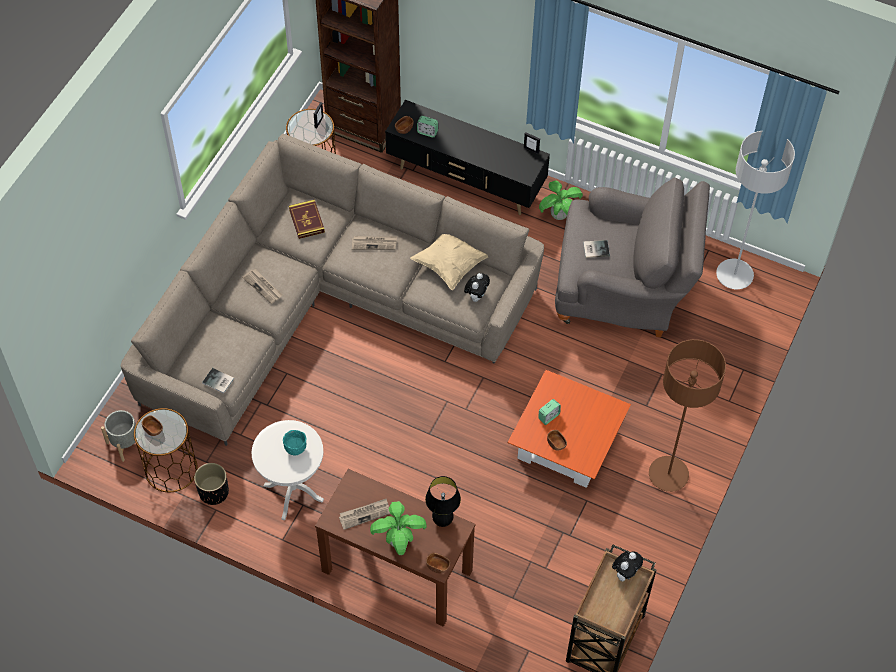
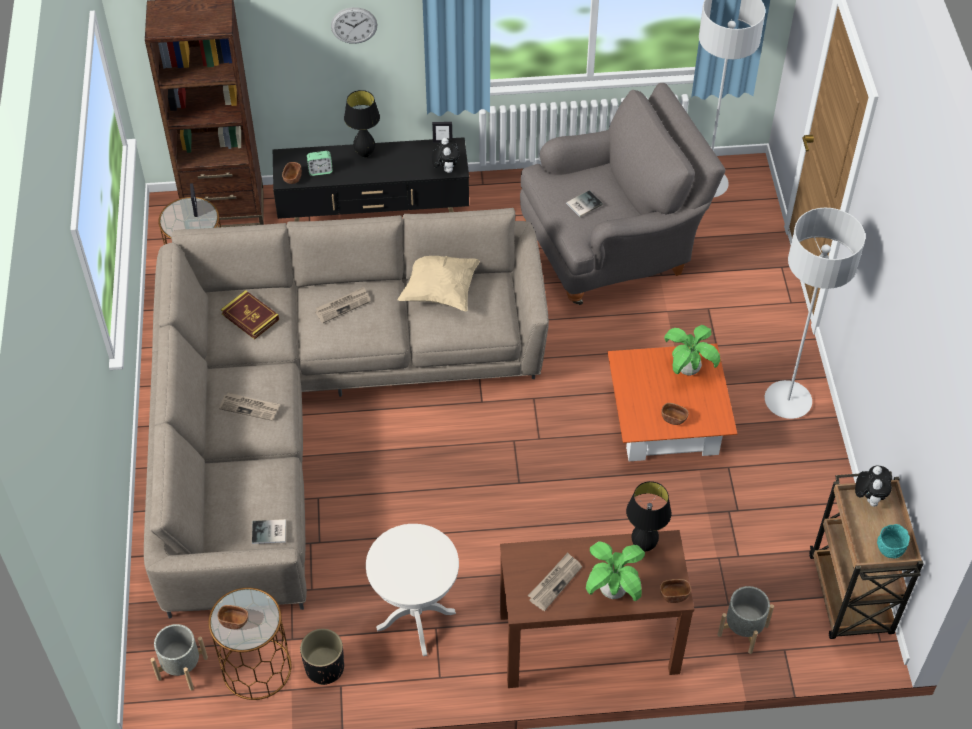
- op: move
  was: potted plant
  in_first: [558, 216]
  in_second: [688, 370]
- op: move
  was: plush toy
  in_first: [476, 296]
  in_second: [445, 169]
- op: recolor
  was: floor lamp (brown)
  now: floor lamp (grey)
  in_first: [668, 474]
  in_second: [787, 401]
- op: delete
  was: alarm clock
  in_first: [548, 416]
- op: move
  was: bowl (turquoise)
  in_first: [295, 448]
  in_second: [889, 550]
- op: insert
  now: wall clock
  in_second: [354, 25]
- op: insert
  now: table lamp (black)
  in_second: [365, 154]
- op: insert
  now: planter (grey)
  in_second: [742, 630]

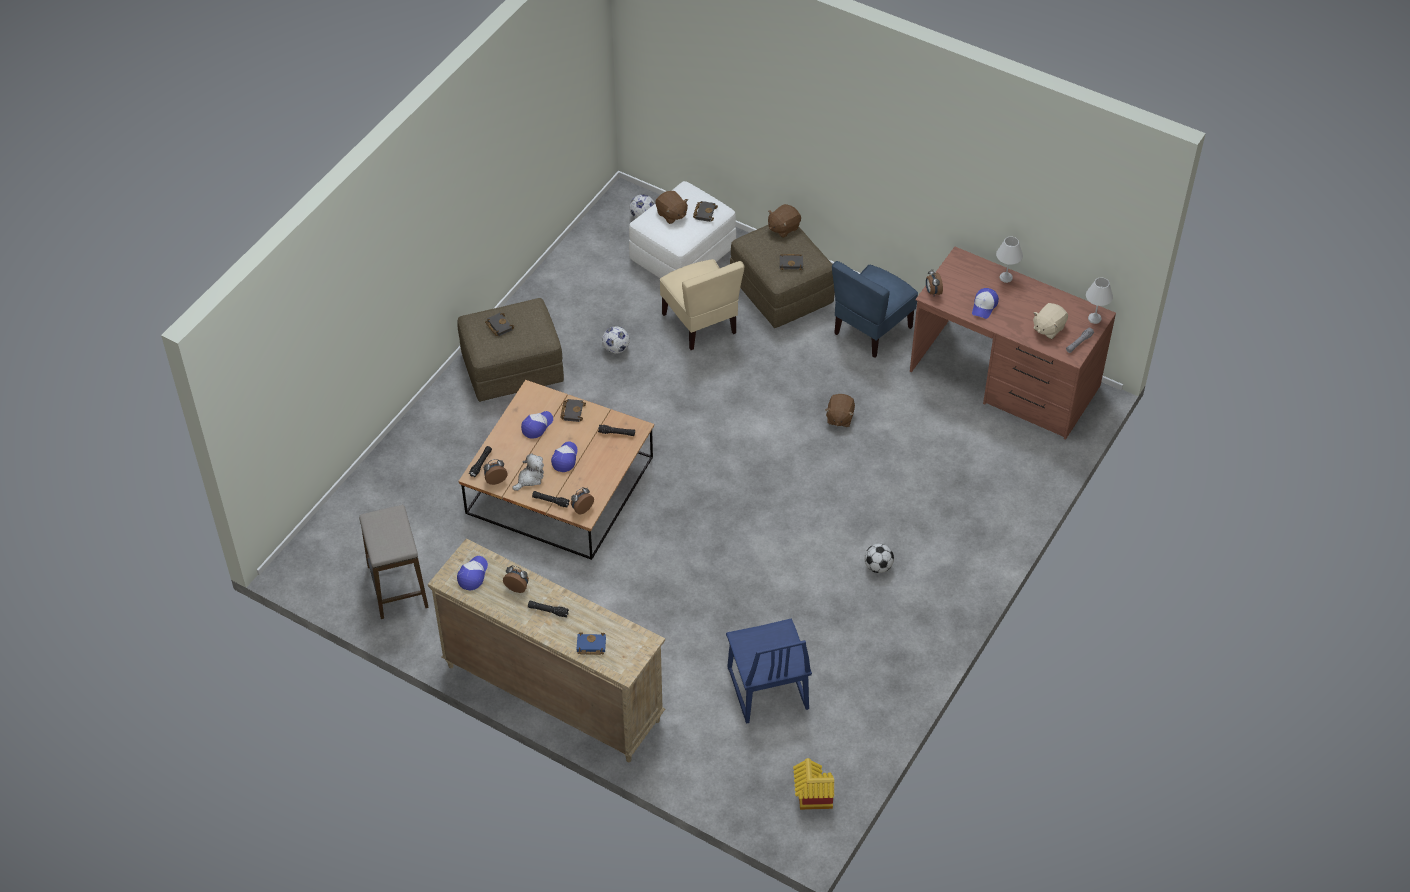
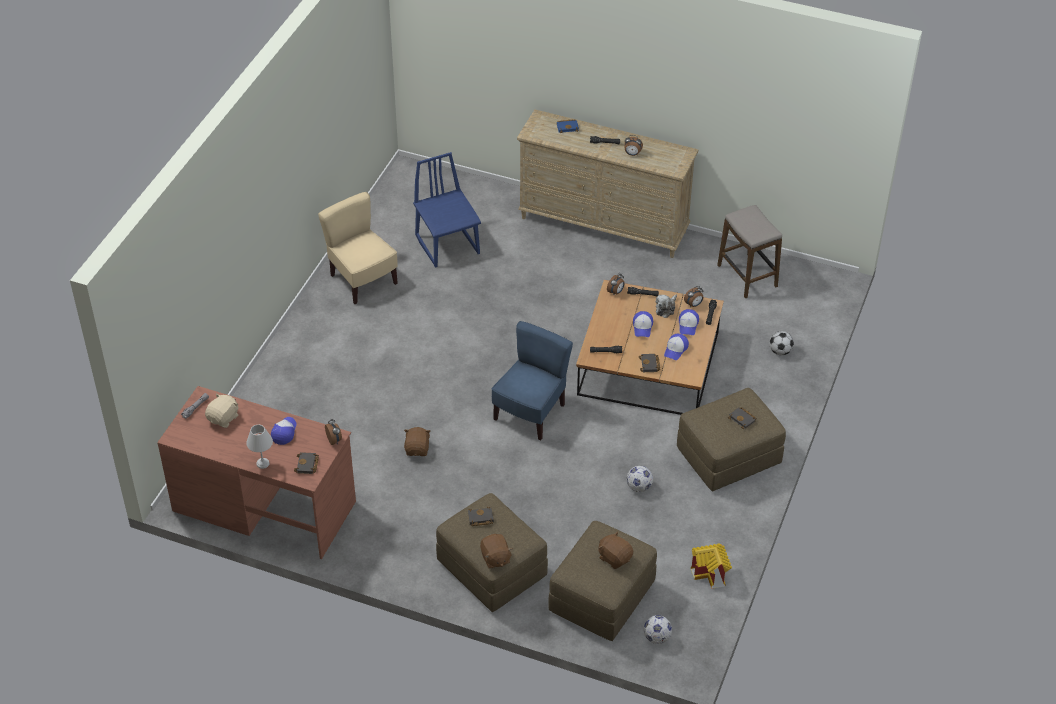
- op: recolor
  was: ottoman (white)
  now: ottoman (brown)
  in_first: [683, 254]
  in_second: [601, 597]
- op: move
  was: book (black)
  in_first: [704, 212]
  in_second: [307, 465]
- op: rotate
  was: plush toy (brown)
  in_first: [783, 228]
  in_second: [495, 558]
  clockwise: 120
- op: move
  was: chair (beige)
  in_first: [700, 323]
  in_second: [362, 280]
- op: move
  was: chair (blue)
  in_first: [871, 330]
  in_second: [530, 413]
- op: delete
  was: table lamp (white)
  in_first: [1095, 319]
- op: move
  was: football
  in_first: [878, 566]
  in_second: [780, 351]
- op: move
  was: cap
  in_first: [473, 574]
  in_second: [688, 325]
- op: move
  was: toy house
  in_first: [810, 797]
  in_second: [711, 574]

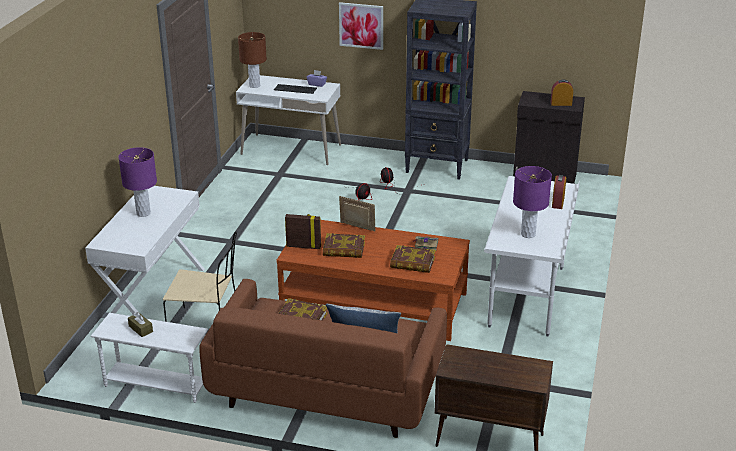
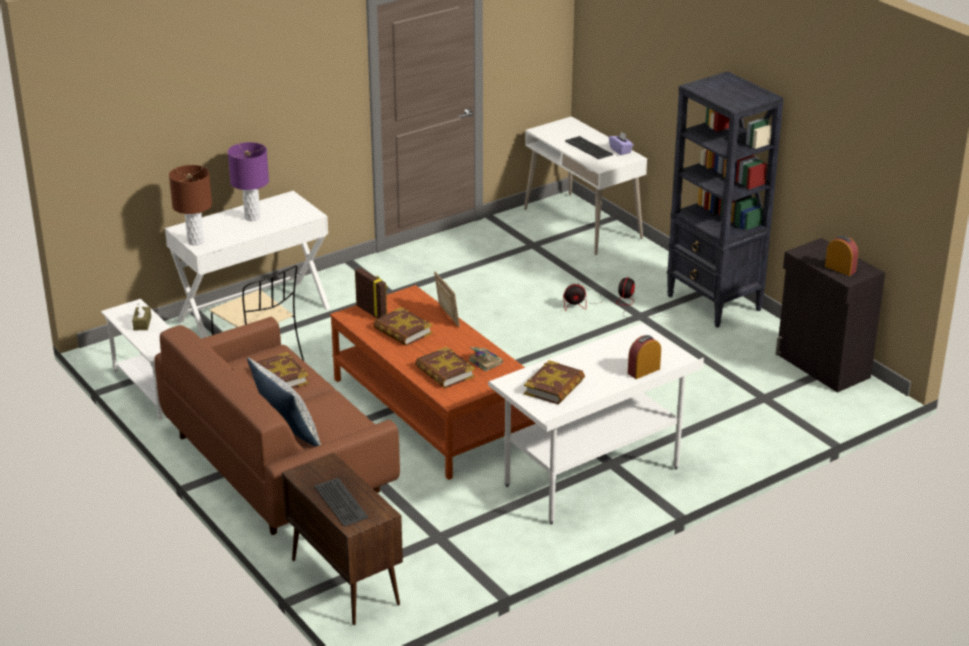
- op: delete
  was: picture
  in_first: [361, 25]
- op: move
  was: table lamp (brown)
  in_first: [255, 85]
  in_second: [196, 241]
- op: replace
  was: table lamp (purple)
  now: book
  in_first: [528, 234]
  in_second: [554, 387]
- op: insert
  now: keyboard
  in_second: [340, 503]

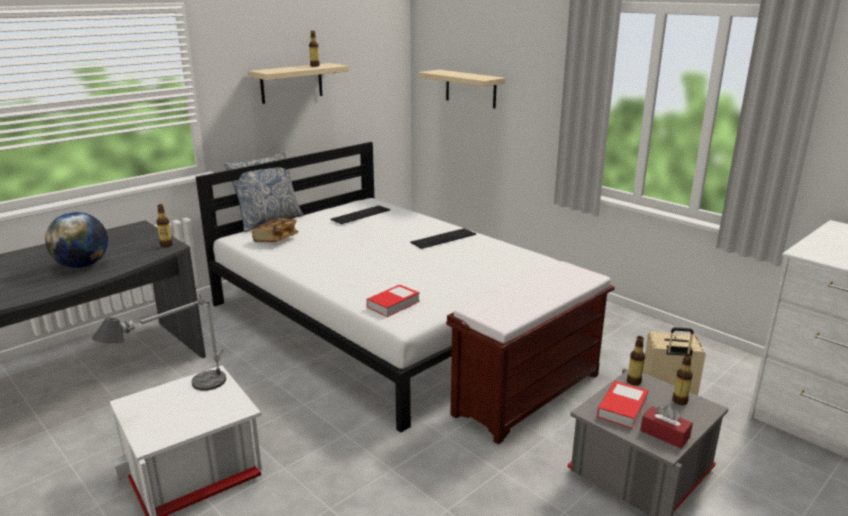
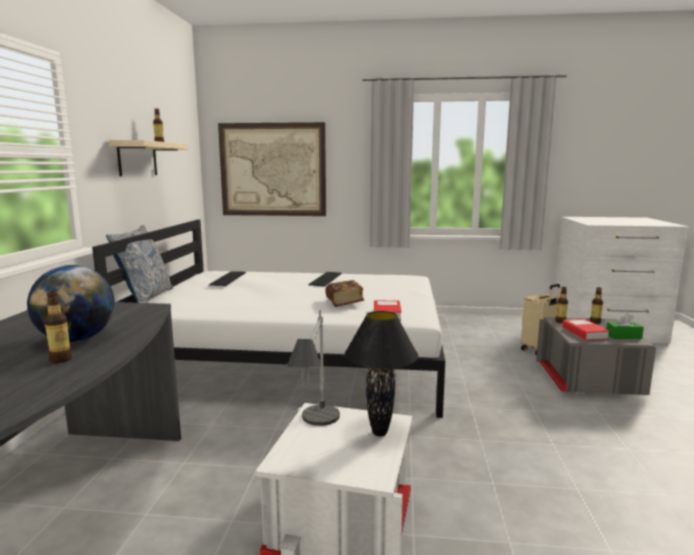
- op: replace
  was: shelf
  now: picture
  in_first: [470, 88]
  in_second: [273, 170]
- op: move
  was: bottle
  in_first: [166, 245]
  in_second: [61, 359]
- op: move
  was: book
  in_first: [276, 239]
  in_second: [344, 302]
- op: delete
  was: bench (brown)
  in_first: [528, 393]
- op: recolor
  was: tissue box (red)
  now: tissue box (green)
  in_first: [664, 434]
  in_second: [623, 336]
- op: insert
  now: table lamp (black)
  in_second: [380, 432]

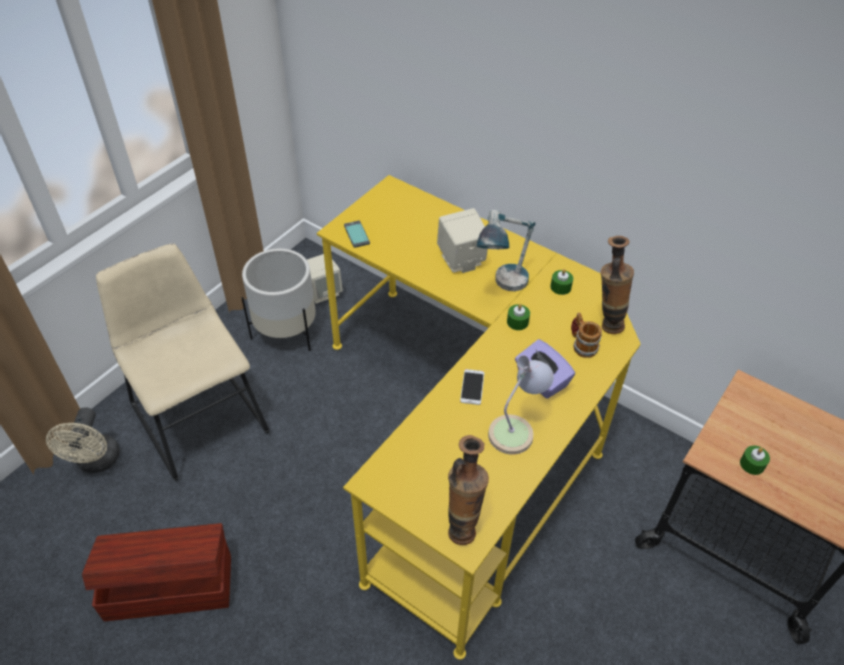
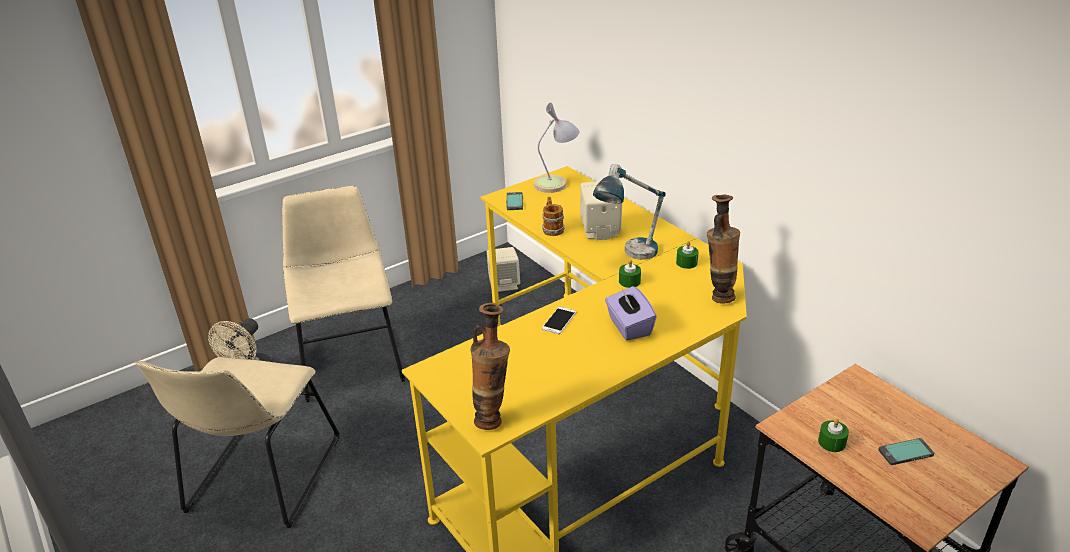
- op: delete
  was: planter (white)
  in_first: [286, 331]
- op: move
  was: mug
  in_first: [582, 345]
  in_second: [552, 228]
- op: move
  was: table lamp
  in_first: [517, 429]
  in_second: [556, 183]
- op: replace
  was: storage box (brown)
  now: chair (beige)
  in_first: [168, 585]
  in_second: [261, 479]
- op: insert
  now: phone
  in_second: [906, 453]

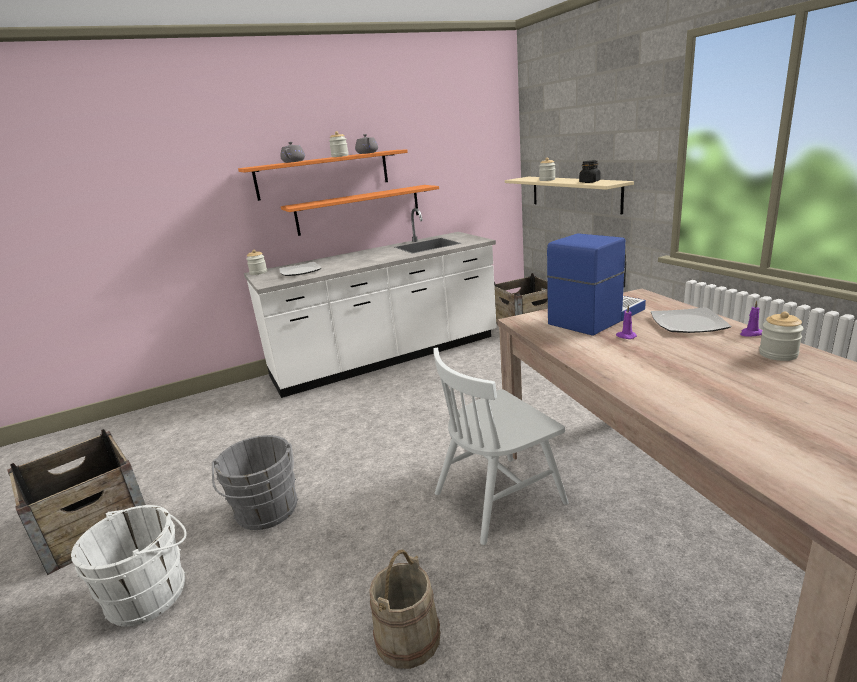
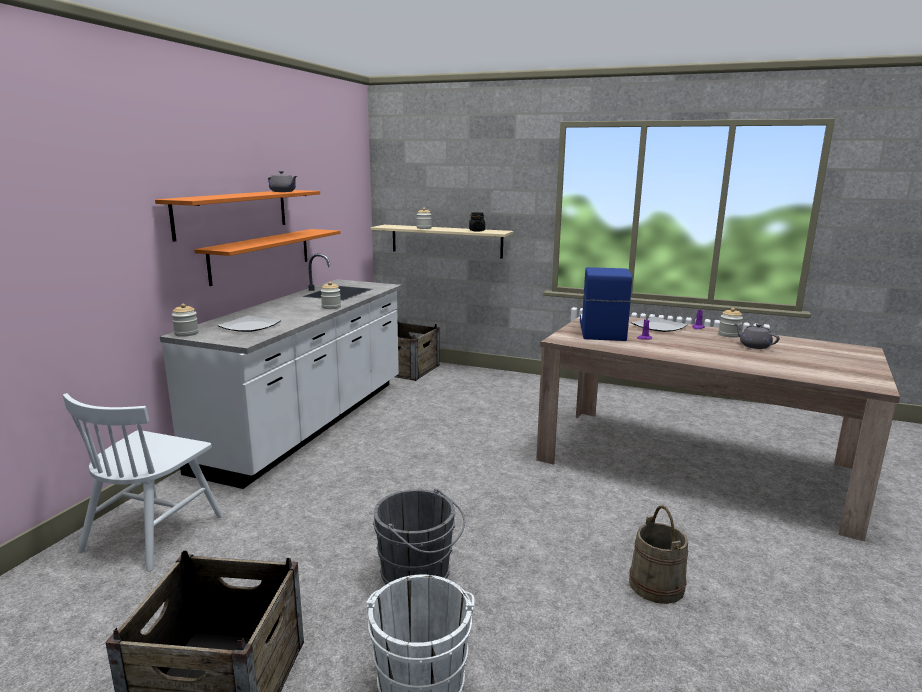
- op: move
  was: jar
  in_first: [340, 156]
  in_second: [331, 307]
- op: move
  was: teapot (grey)
  in_first: [294, 161]
  in_second: [754, 346]
- op: move
  was: chair (white)
  in_first: [499, 497]
  in_second: [153, 533]

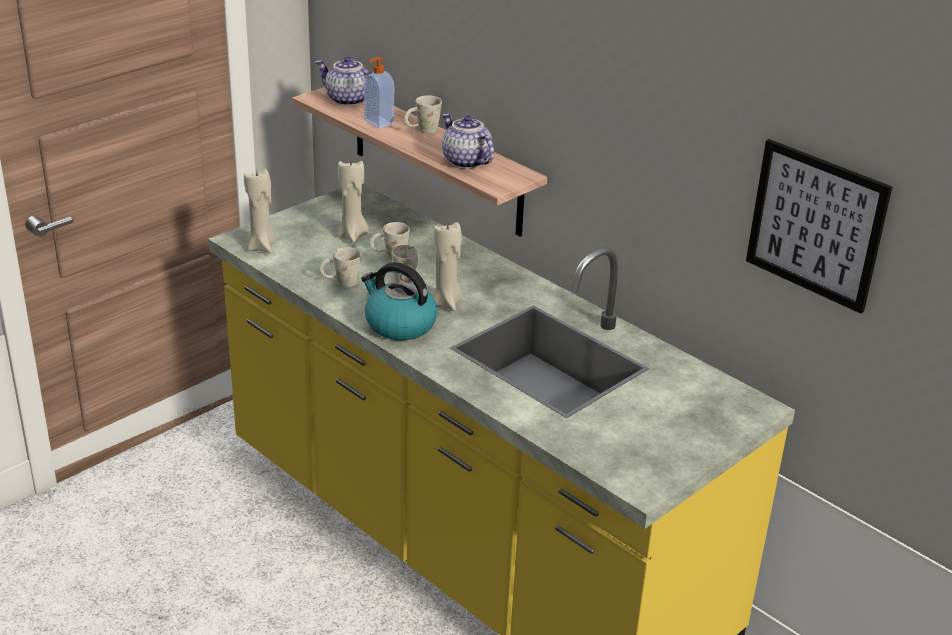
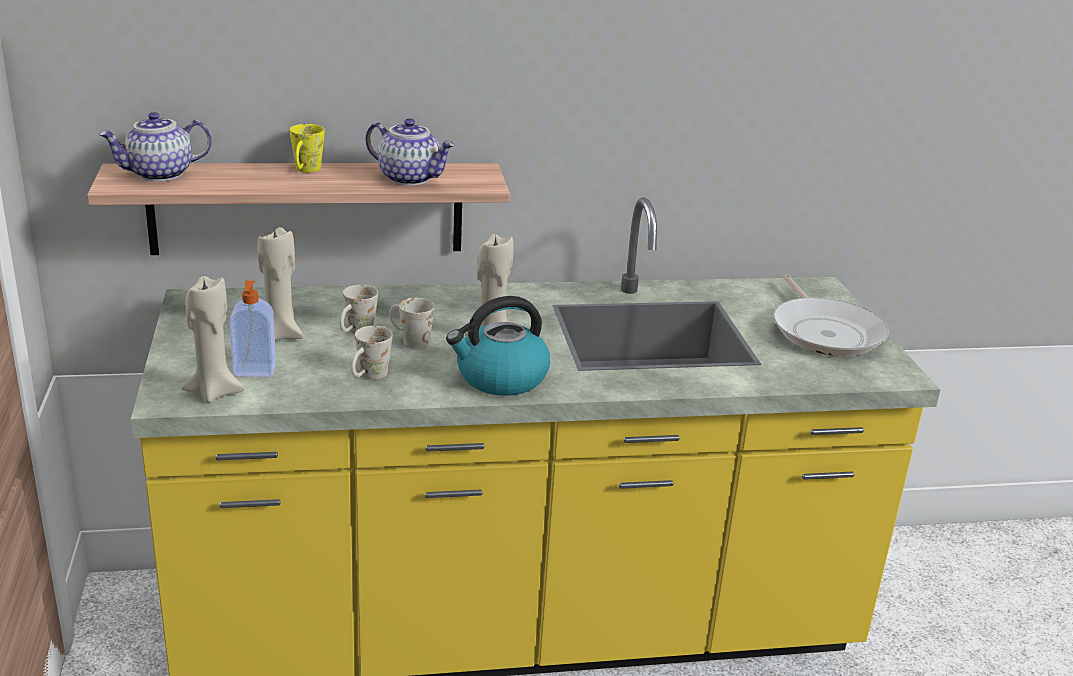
- op: move
  was: soap dispenser
  in_first: [378, 122]
  in_second: [254, 371]
- op: recolor
  was: mug (white)
  now: mug (yellow)
  in_first: [422, 131]
  in_second: [306, 171]
- op: rotate
  was: teapot
  in_first: [465, 161]
  in_second: [410, 178]
  clockwise: -150
- op: delete
  was: picture
  in_first: [816, 225]
- op: insert
  now: frying pan
  in_second: [825, 331]

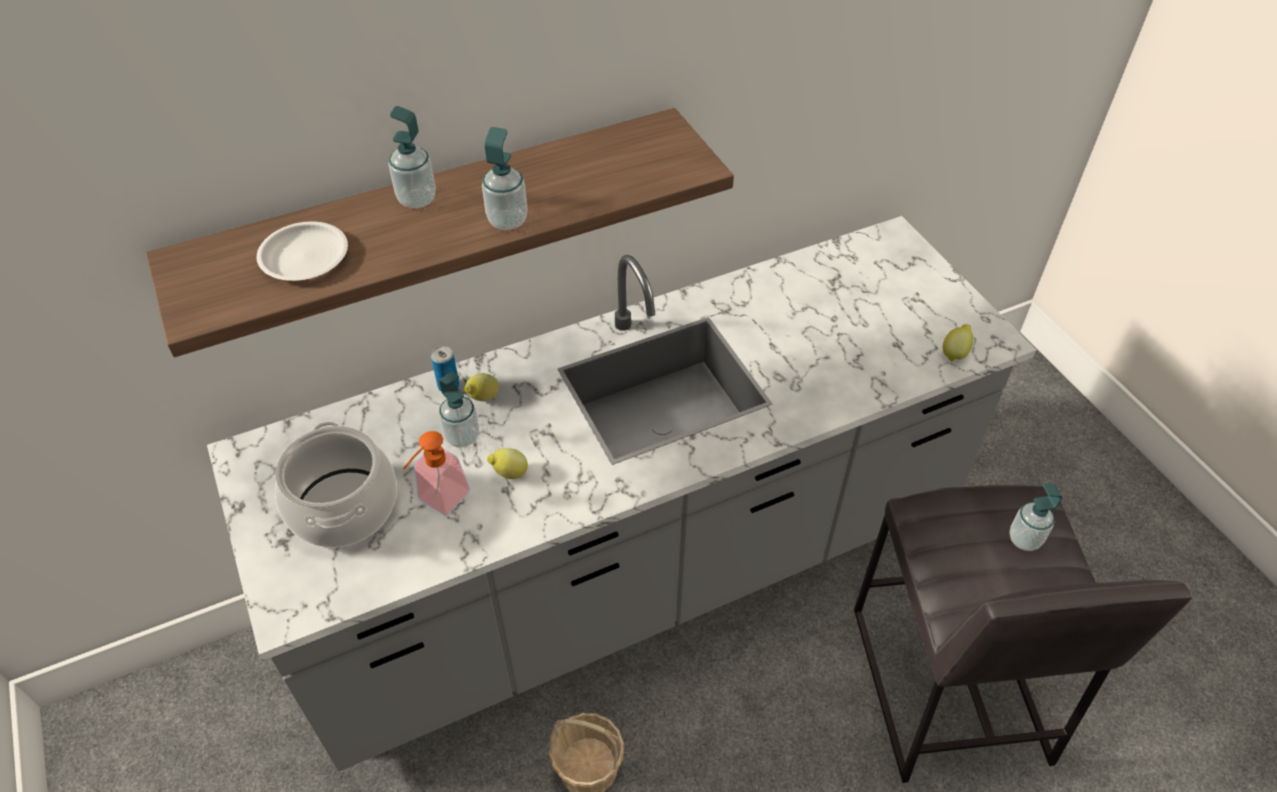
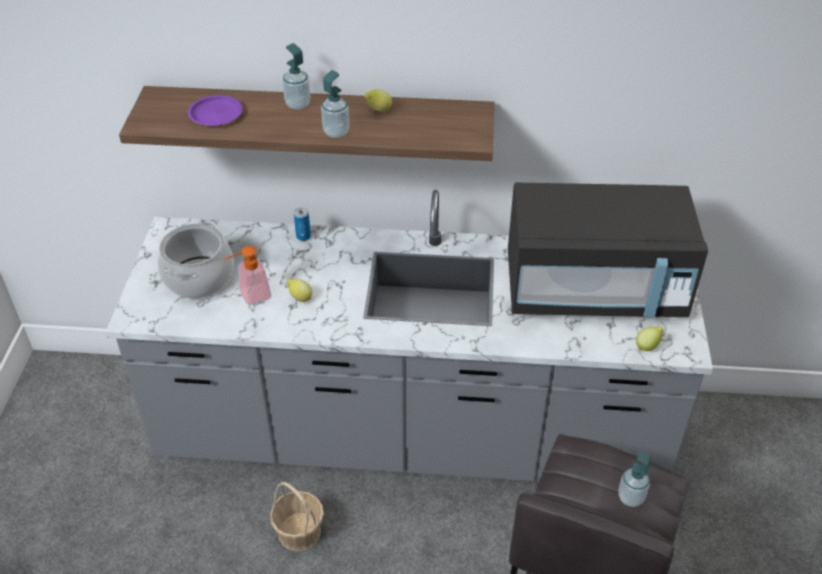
- op: recolor
  was: plate (white)
  now: plate (purple)
  in_first: [303, 257]
  in_second: [215, 114]
- op: delete
  was: soap dispenser
  in_first: [462, 437]
- op: move
  was: lemon
  in_first: [482, 398]
  in_second: [378, 110]
- op: insert
  now: microwave (black)
  in_second: [594, 290]

